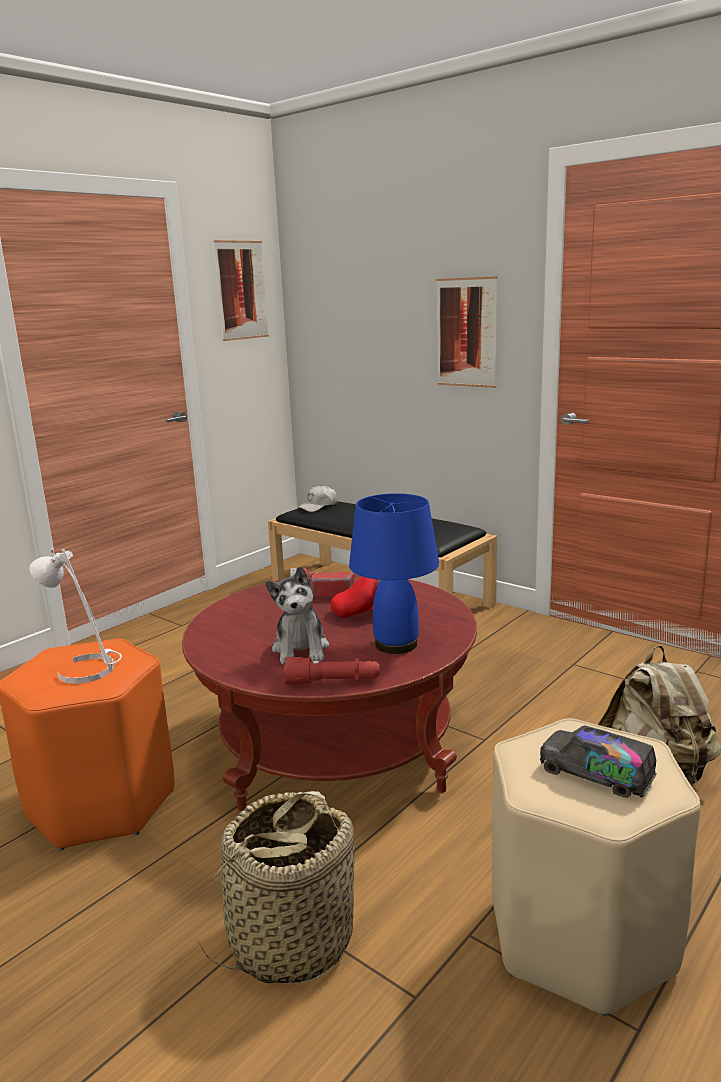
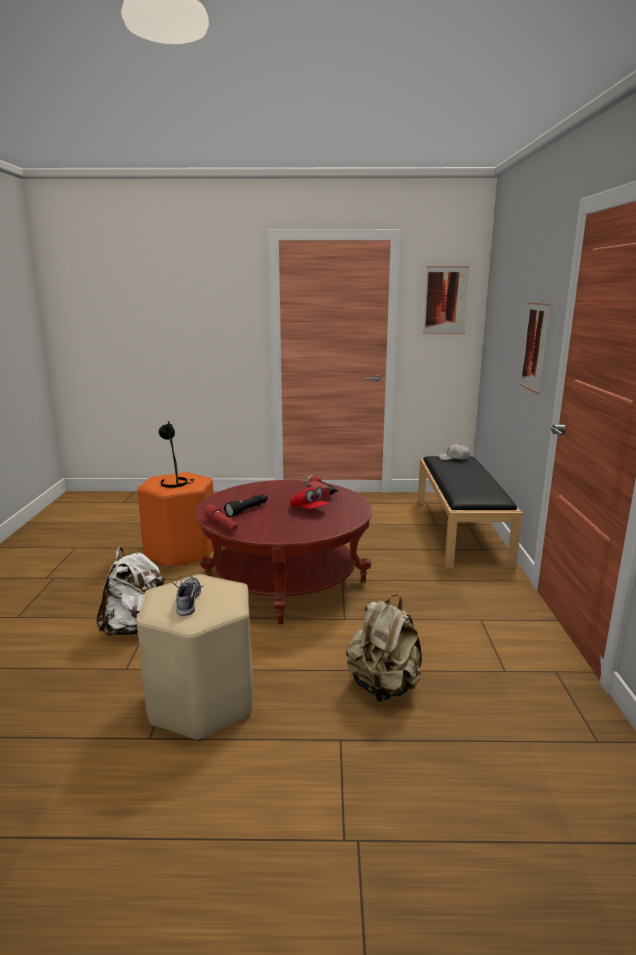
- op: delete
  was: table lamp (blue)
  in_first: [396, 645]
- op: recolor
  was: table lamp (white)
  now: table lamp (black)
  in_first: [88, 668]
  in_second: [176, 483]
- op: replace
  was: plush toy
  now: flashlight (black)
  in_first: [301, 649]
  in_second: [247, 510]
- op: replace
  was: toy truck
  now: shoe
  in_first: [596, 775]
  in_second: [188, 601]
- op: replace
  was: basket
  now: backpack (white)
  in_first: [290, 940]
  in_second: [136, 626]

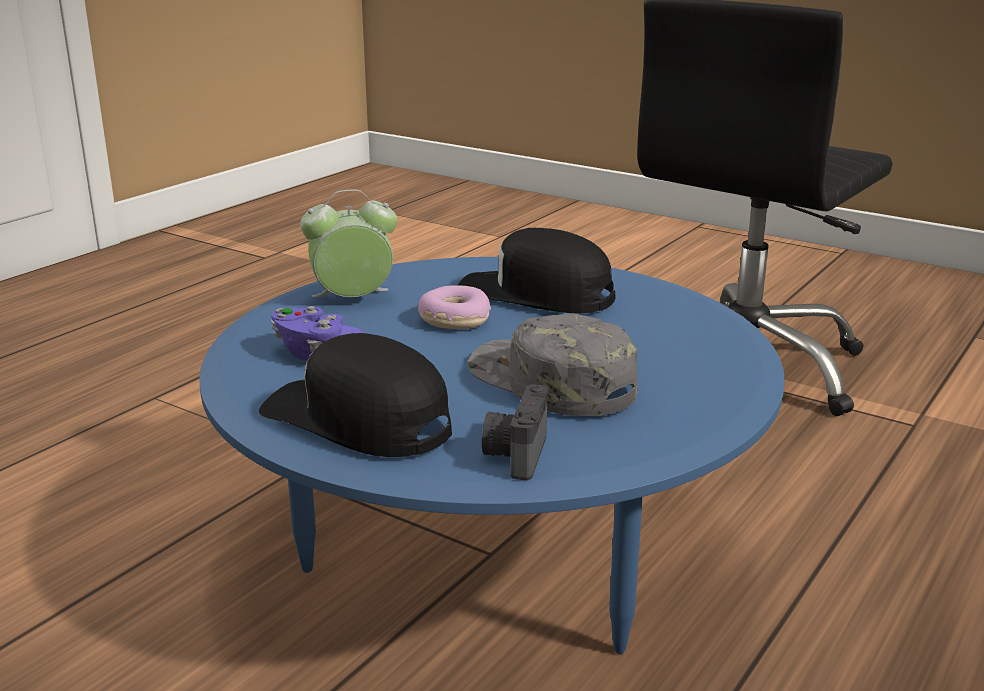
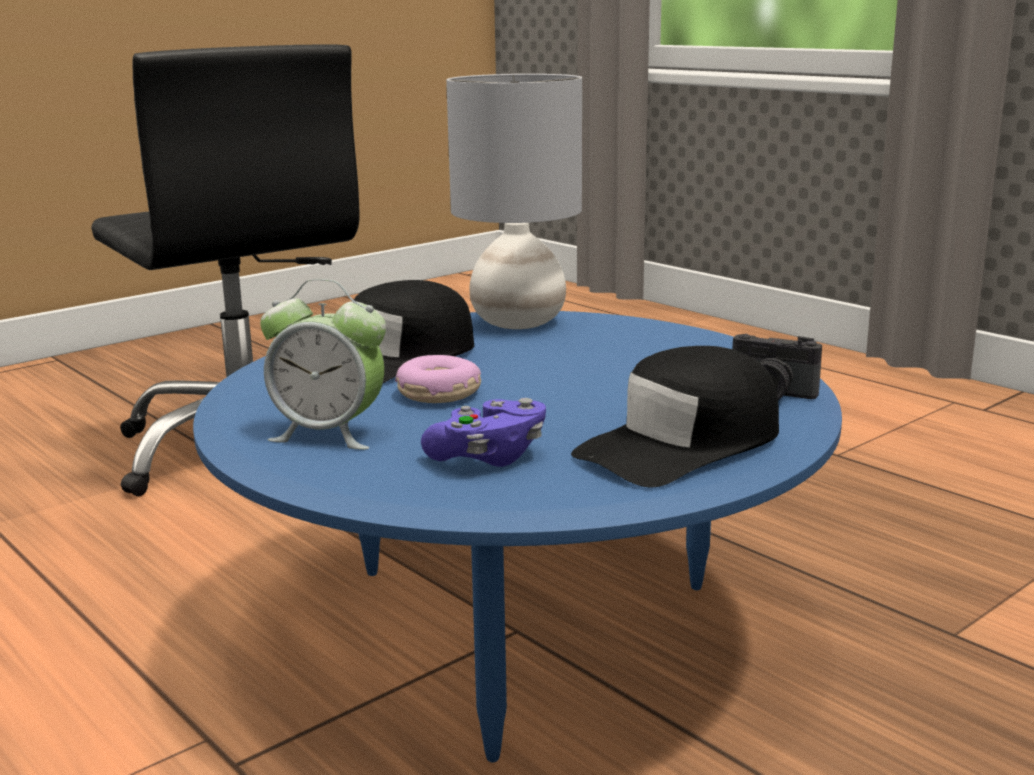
- op: rotate
  was: alarm clock
  in_first: [353, 300]
  in_second: [329, 434]
  clockwise: -75
- op: delete
  was: cap (grey)
  in_first: [550, 381]
- op: insert
  now: table lamp (grey)
  in_second: [517, 322]

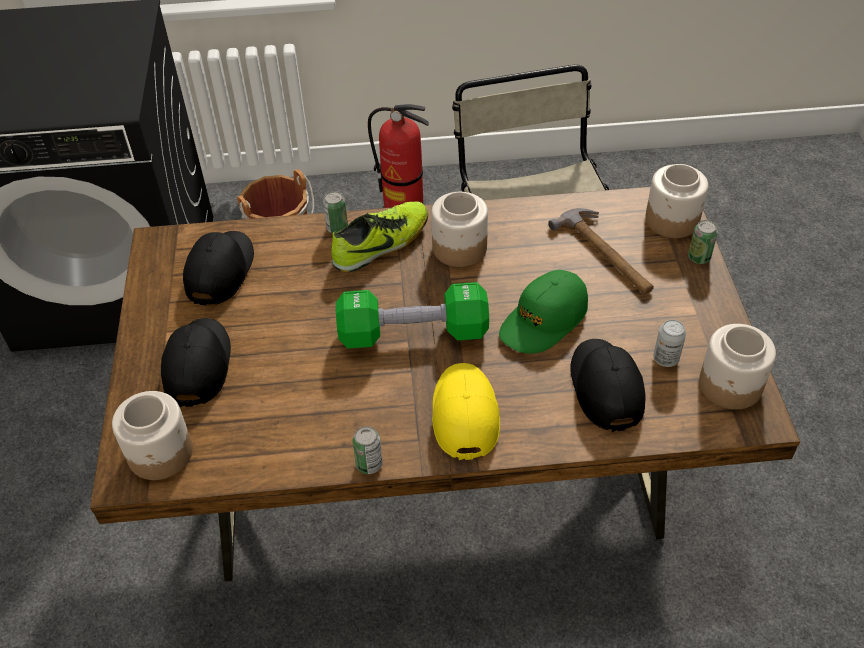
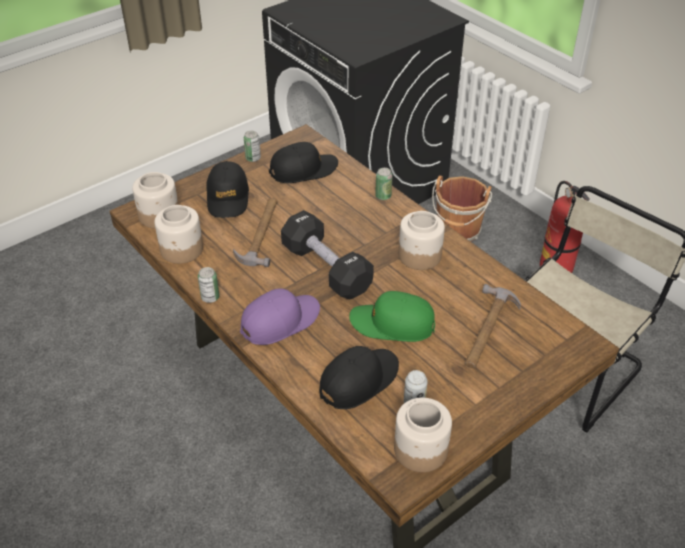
- op: move
  was: jar
  in_first: [672, 220]
  in_second: [182, 250]
- op: delete
  was: shoe
  in_first: [382, 244]
- op: move
  was: can
  in_first: [699, 257]
  in_second: [253, 158]
- op: recolor
  was: dumbbell (green)
  now: dumbbell (black)
  in_first: [413, 333]
  in_second: [326, 269]
- op: rotate
  was: cap (black)
  in_first: [198, 365]
  in_second: [228, 197]
  clockwise: 120
- op: recolor
  was: cap (yellow)
  now: cap (purple)
  in_first: [464, 414]
  in_second: [280, 321]
- op: insert
  now: hammer
  in_second: [261, 233]

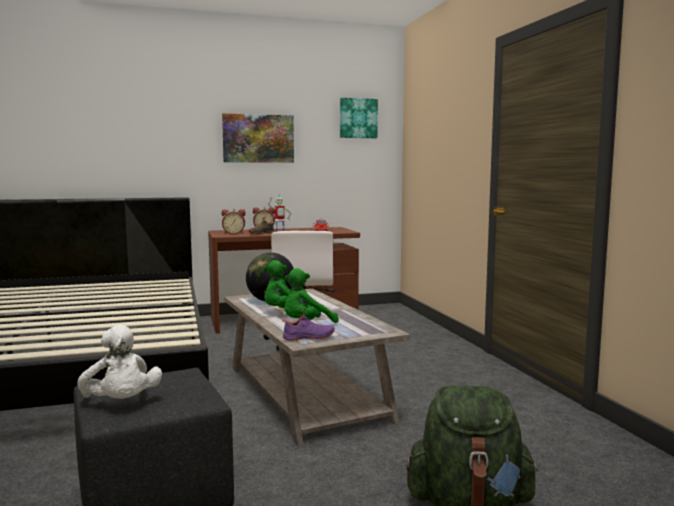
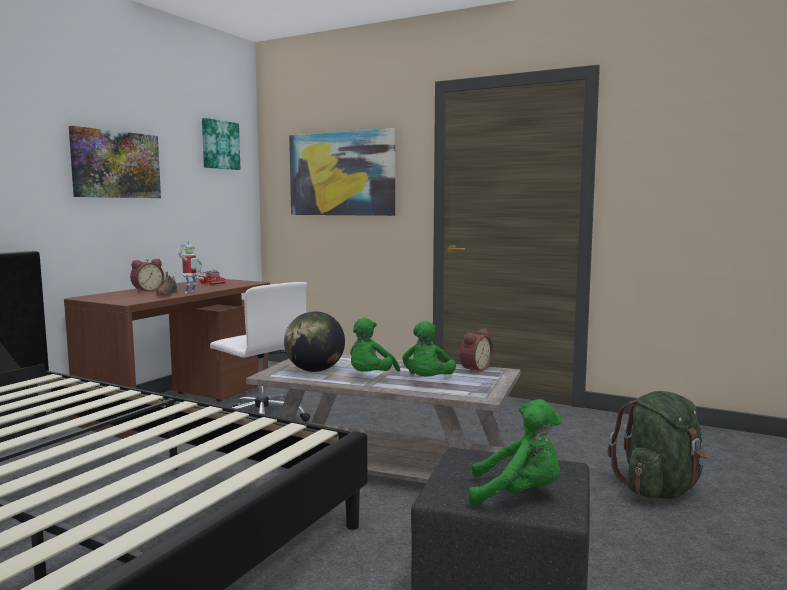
- op: move
  was: alarm clock
  in_first: [234, 233]
  in_second: [474, 369]
- op: delete
  was: shoe (purple)
  in_first: [309, 338]
- op: recolor
  was: plush toy (white)
  now: plush toy (green)
  in_first: [122, 403]
  in_second: [518, 495]
- op: insert
  now: picture
  in_second: [341, 174]

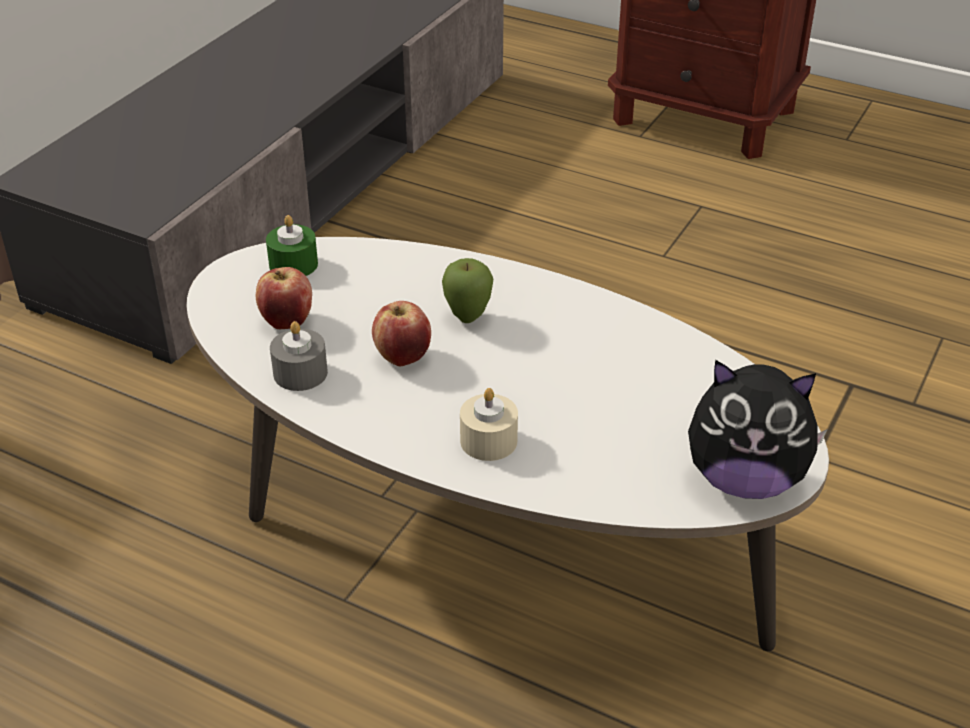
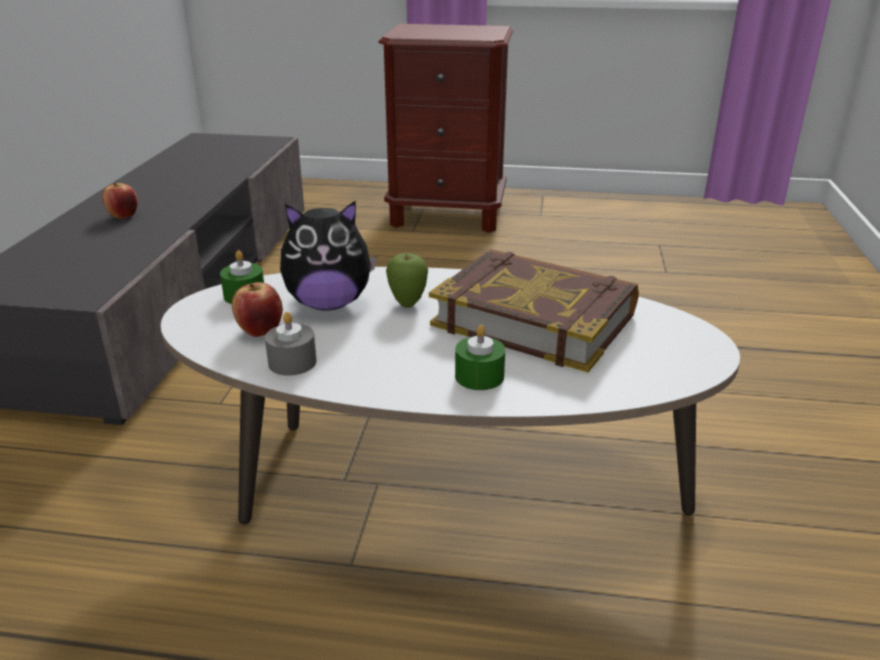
- op: move
  was: apple
  in_first: [403, 357]
  in_second: [123, 216]
- op: move
  was: plush toy
  in_first: [745, 479]
  in_second: [329, 304]
- op: recolor
  was: candle (beige)
  now: candle (green)
  in_first: [488, 441]
  in_second: [479, 376]
- op: insert
  now: book
  in_second: [534, 319]

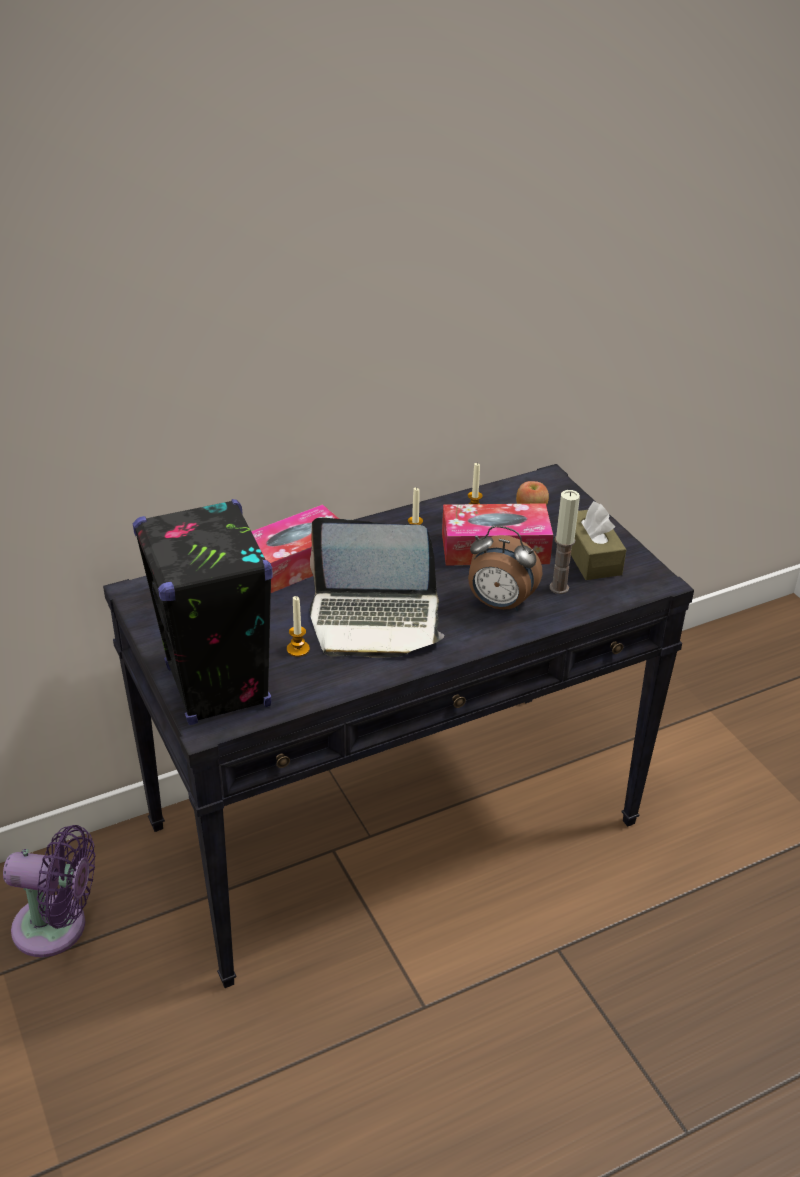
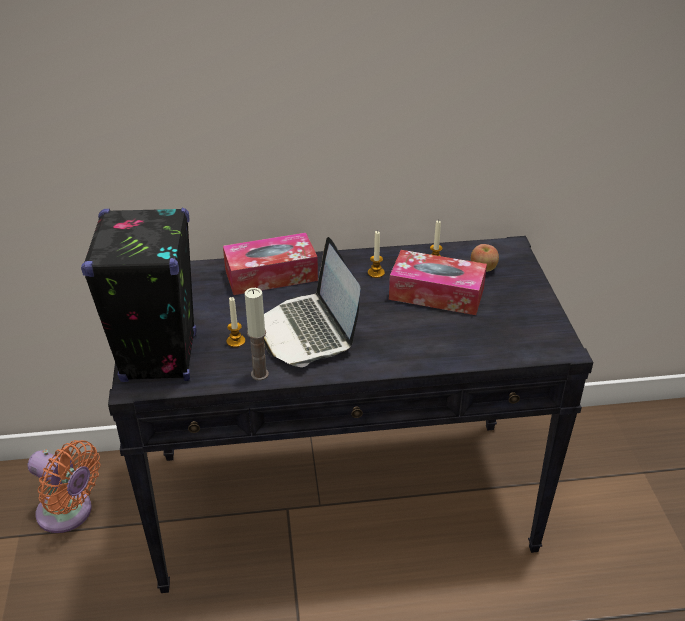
- op: move
  was: candle
  in_first: [559, 588]
  in_second: [259, 374]
- op: delete
  was: tissue box (brown)
  in_first: [591, 556]
- op: rotate
  was: laptop
  in_first: [375, 620]
  in_second: [308, 331]
  clockwise: 45
- op: delete
  was: alarm clock
  in_first: [499, 604]
- op: recolor
  was: fan (purple)
  now: fan (orange)
  in_first: [57, 928]
  in_second: [69, 513]

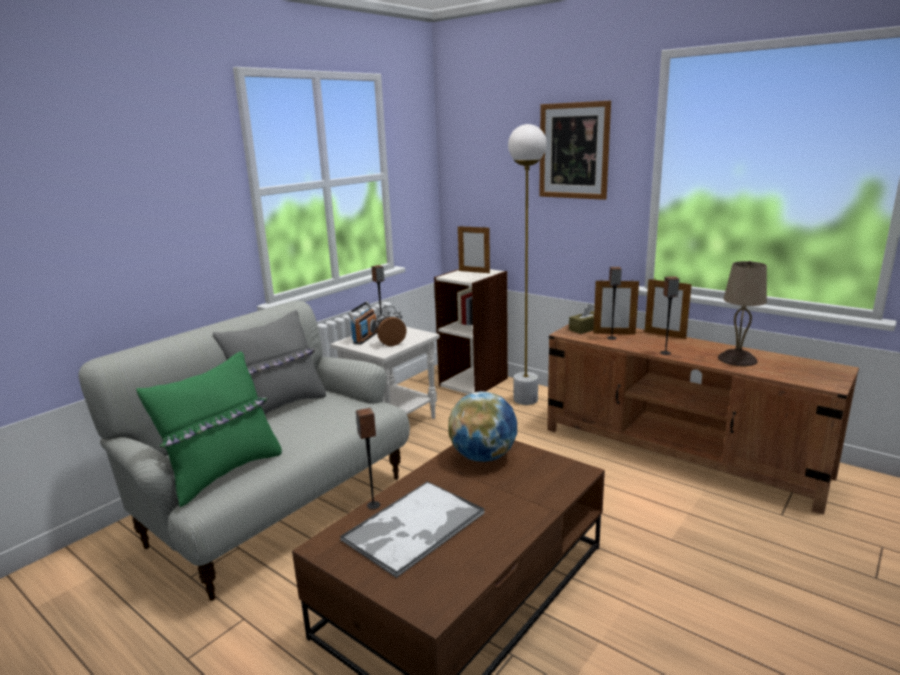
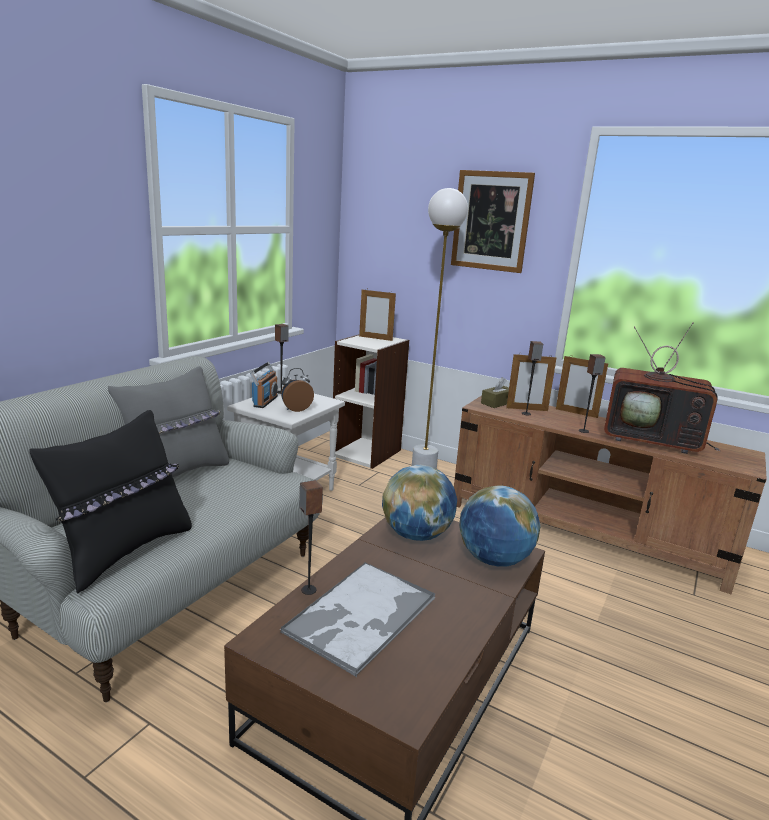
- op: replace
  was: table lamp (beige)
  now: television
  in_first: [738, 359]
  in_second: [654, 440]
- op: recolor
  was: pillow (green)
  now: pillow (black)
  in_first: [224, 473]
  in_second: [125, 551]
- op: insert
  now: globe
  in_second: [494, 560]

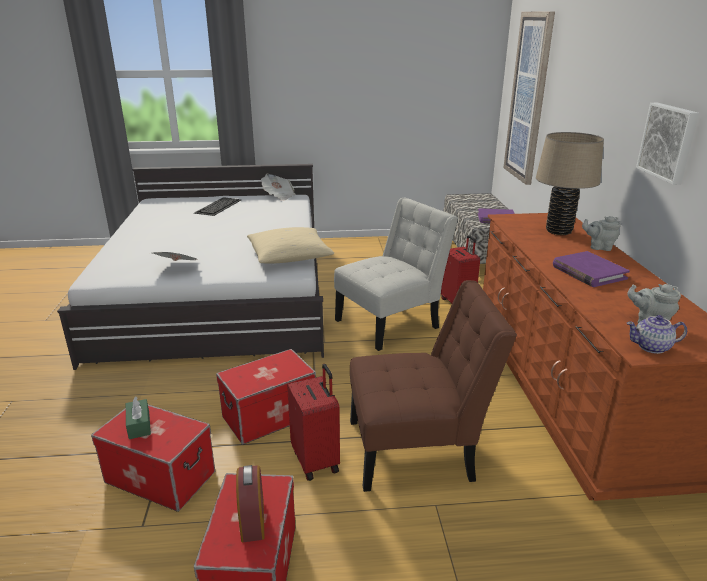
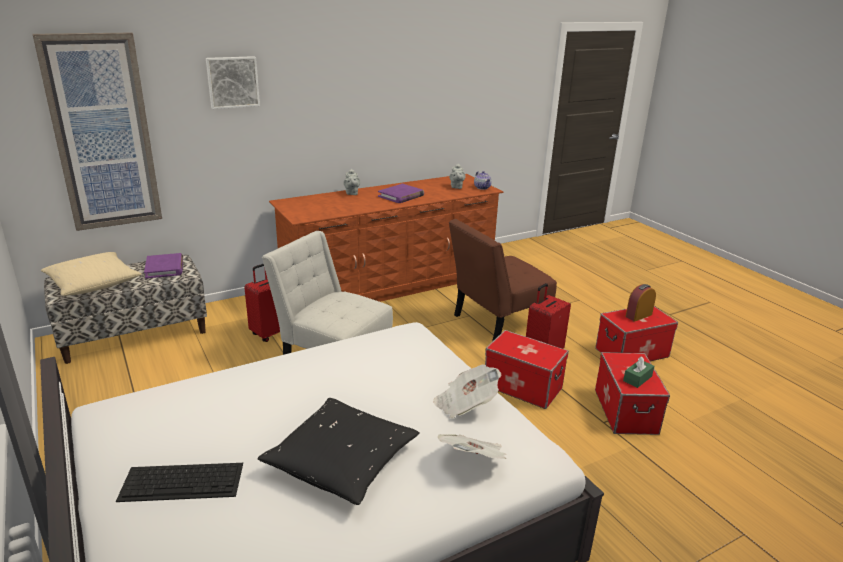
- op: move
  was: picture
  in_first: [669, 142]
  in_second: [232, 82]
- op: delete
  was: table lamp (beige)
  in_first: [558, 231]
- op: move
  was: newspaper
  in_first: [278, 196]
  in_second: [474, 460]
- op: move
  was: pillow (beige)
  in_first: [289, 256]
  in_second: [93, 283]
- op: rotate
  was: chair (brown)
  in_first: [417, 449]
  in_second: [496, 323]
  clockwise: -90
- op: insert
  now: pillow (black)
  in_second: [342, 461]

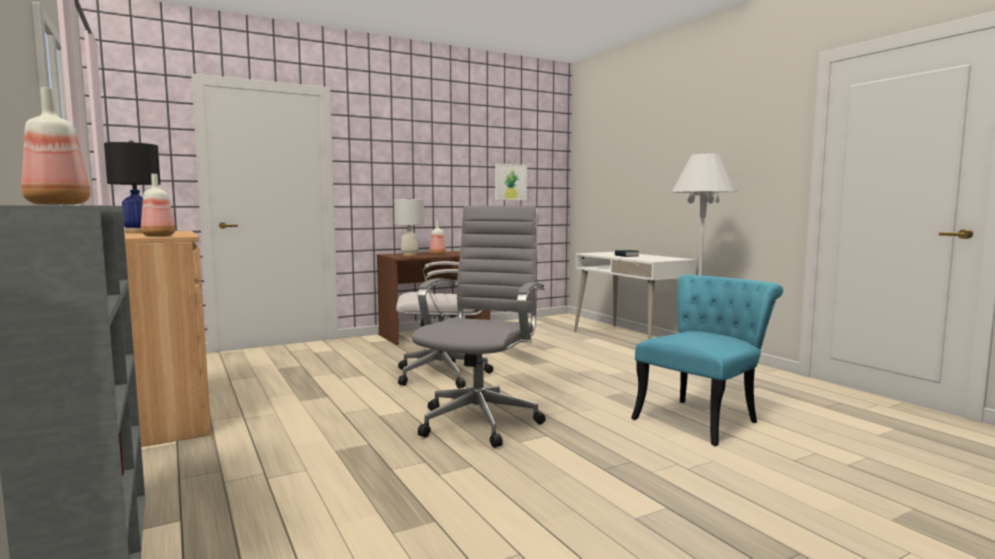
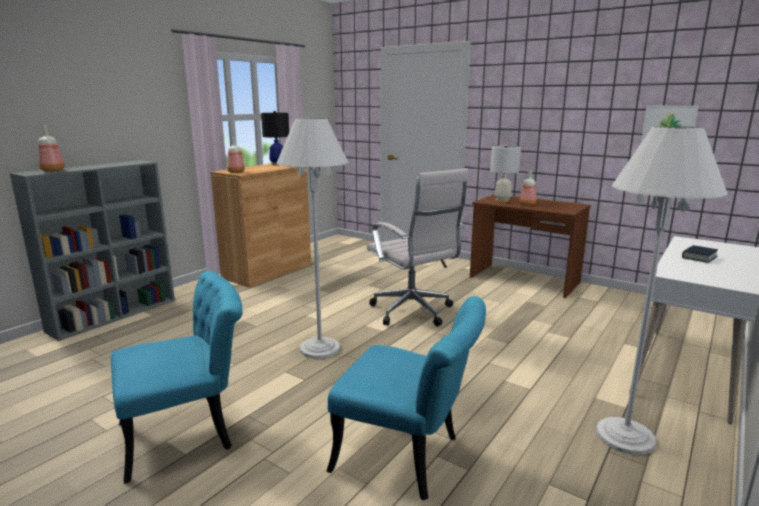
- op: replace
  was: office chair (grey)
  now: floor lamp (white)
  in_first: [481, 420]
  in_second: [320, 348]
- op: insert
  now: chair (turquoise)
  in_second: [189, 432]

